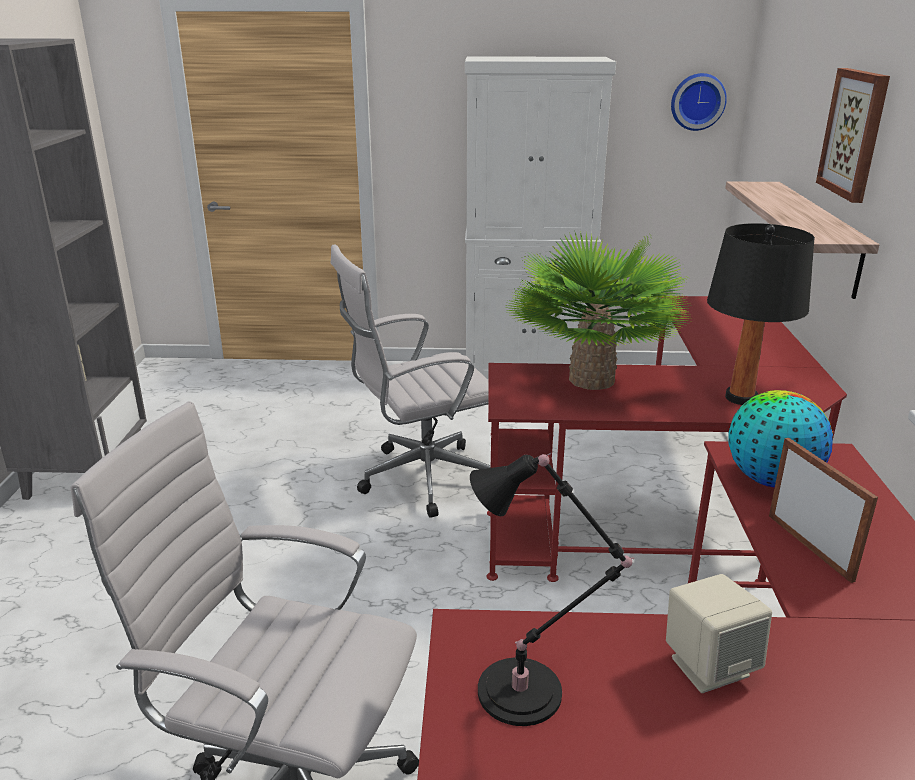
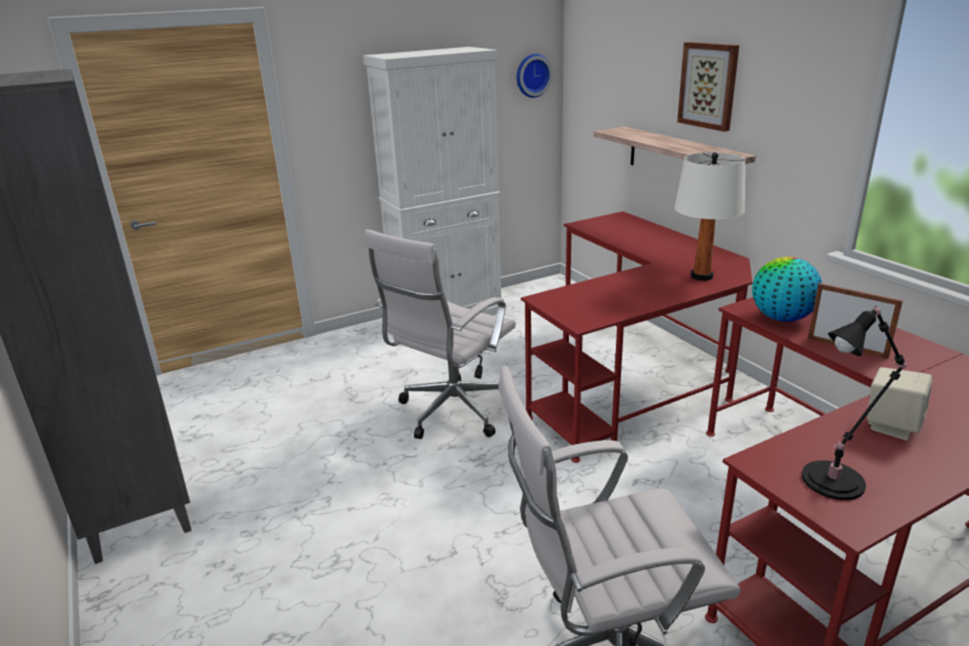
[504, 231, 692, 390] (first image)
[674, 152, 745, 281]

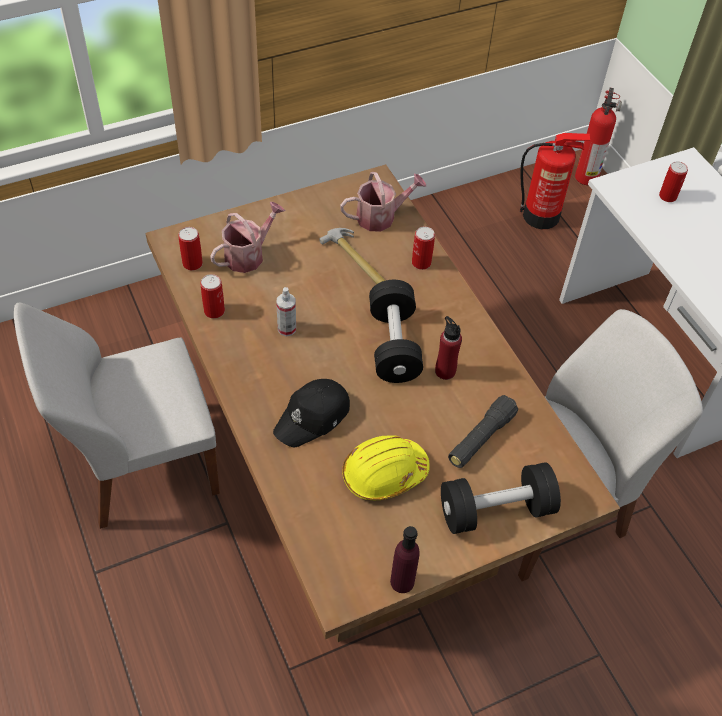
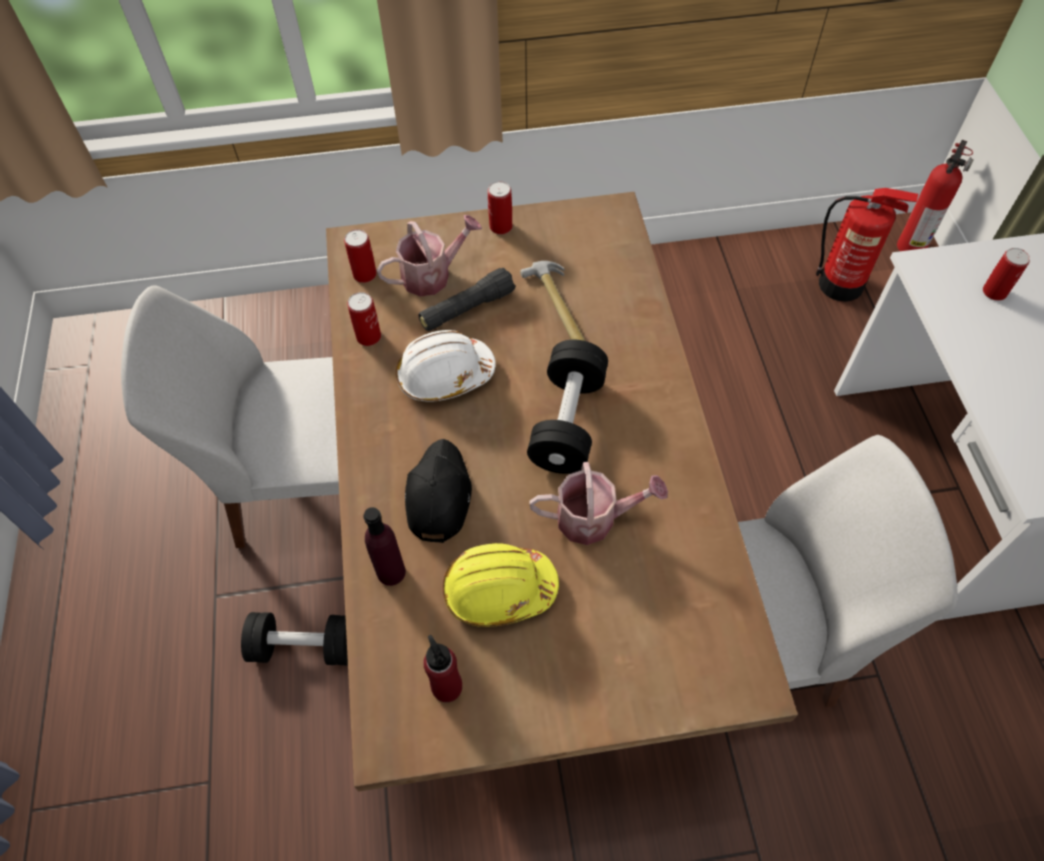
[529, 462, 668, 545]
[363, 507, 406, 586]
[488, 181, 512, 234]
[423, 635, 462, 702]
[241, 612, 348, 665]
[418, 268, 515, 331]
[396, 330, 496, 402]
[405, 439, 472, 543]

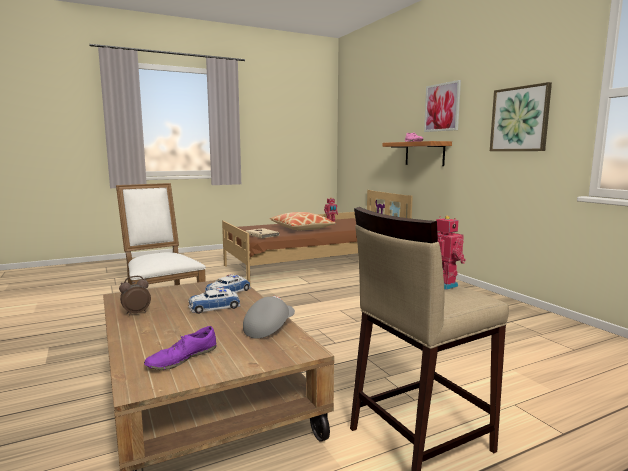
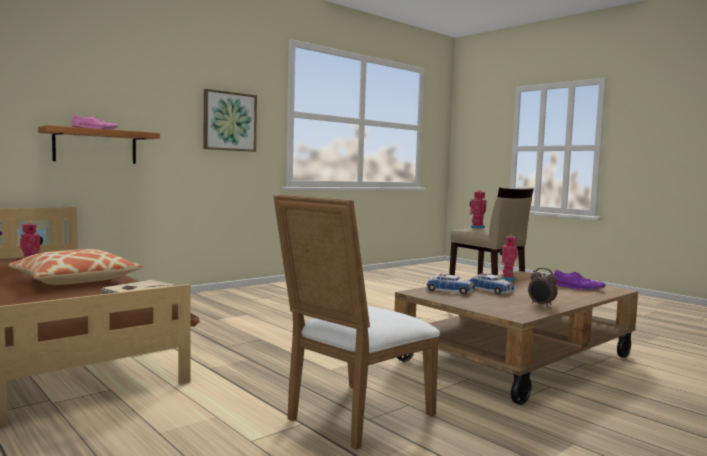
[424, 80, 461, 132] (first image)
[499, 234, 518, 281]

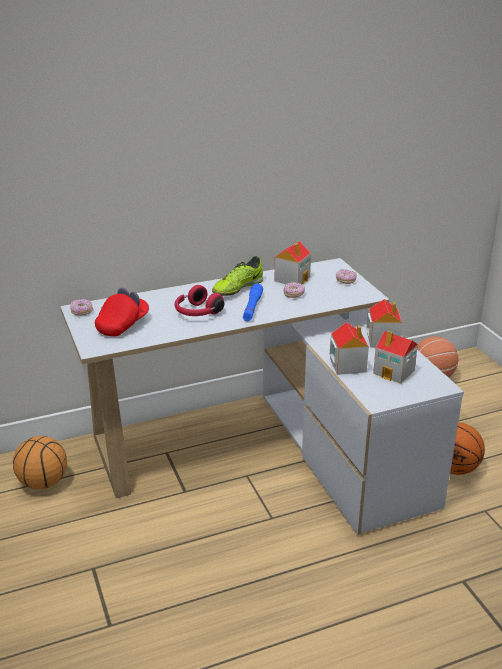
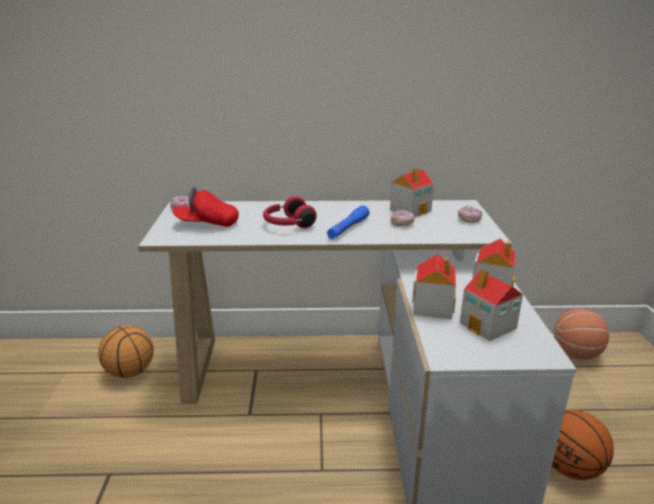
[212, 256, 263, 296] (first image)
[172, 186, 239, 227]

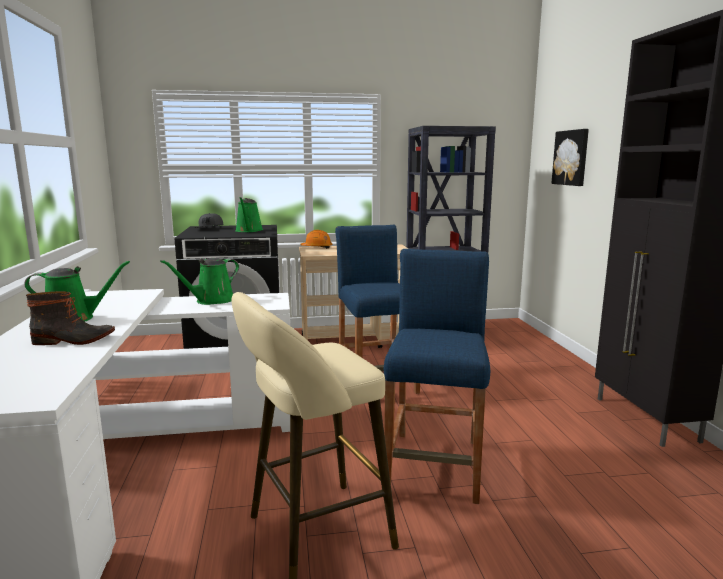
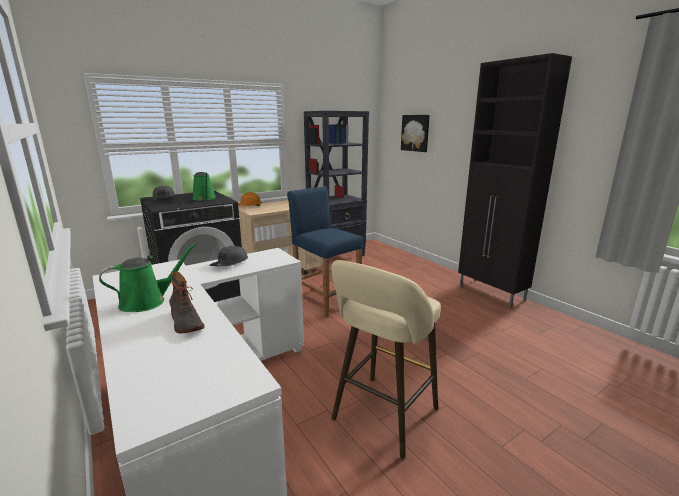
[384, 249, 490, 504] (first image)
[209, 246, 248, 266]
[169, 271, 205, 334]

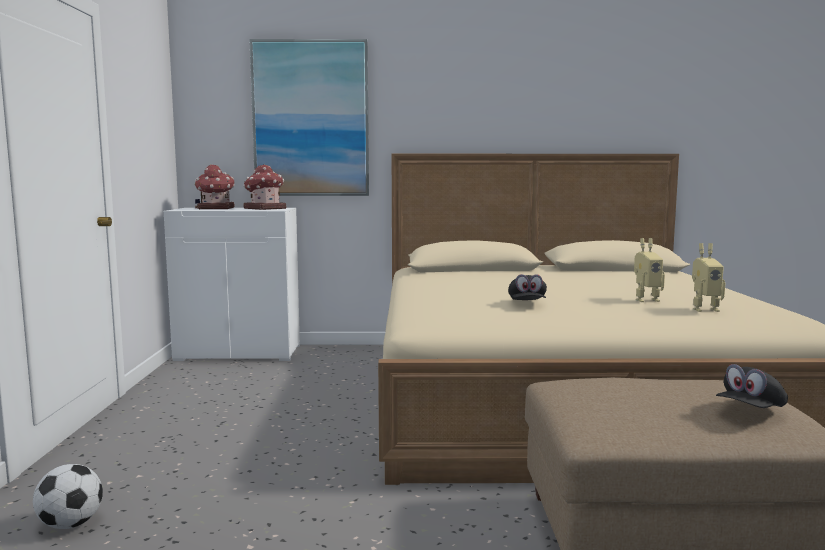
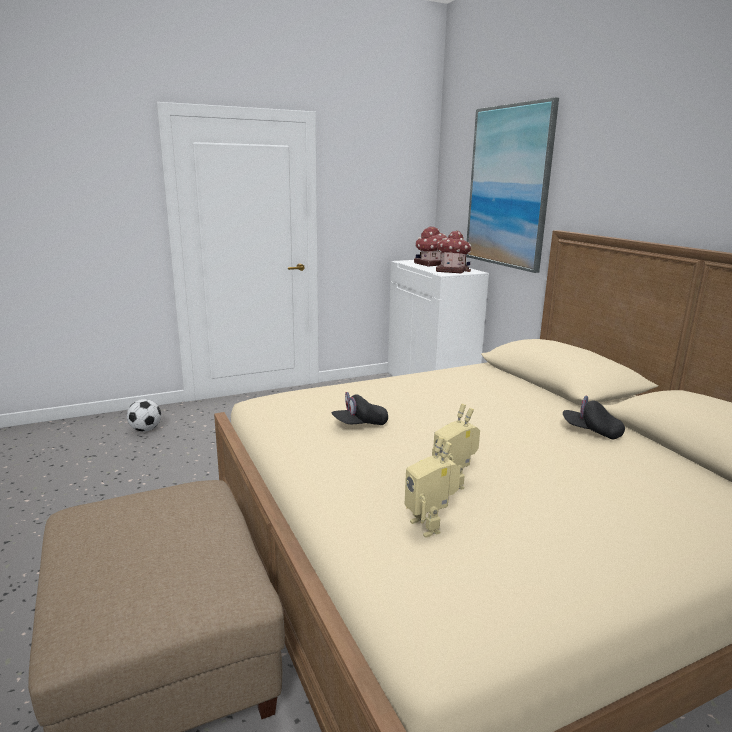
[563, 395, 625, 440]

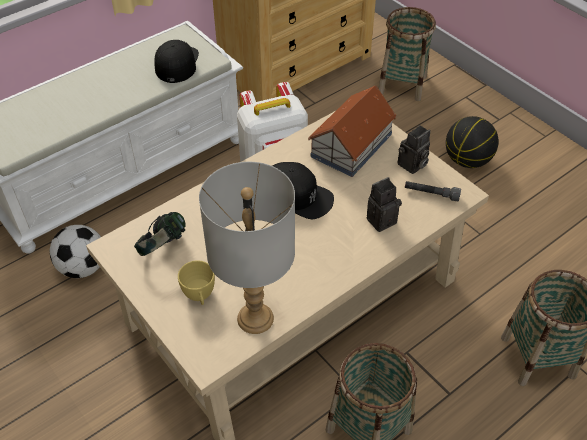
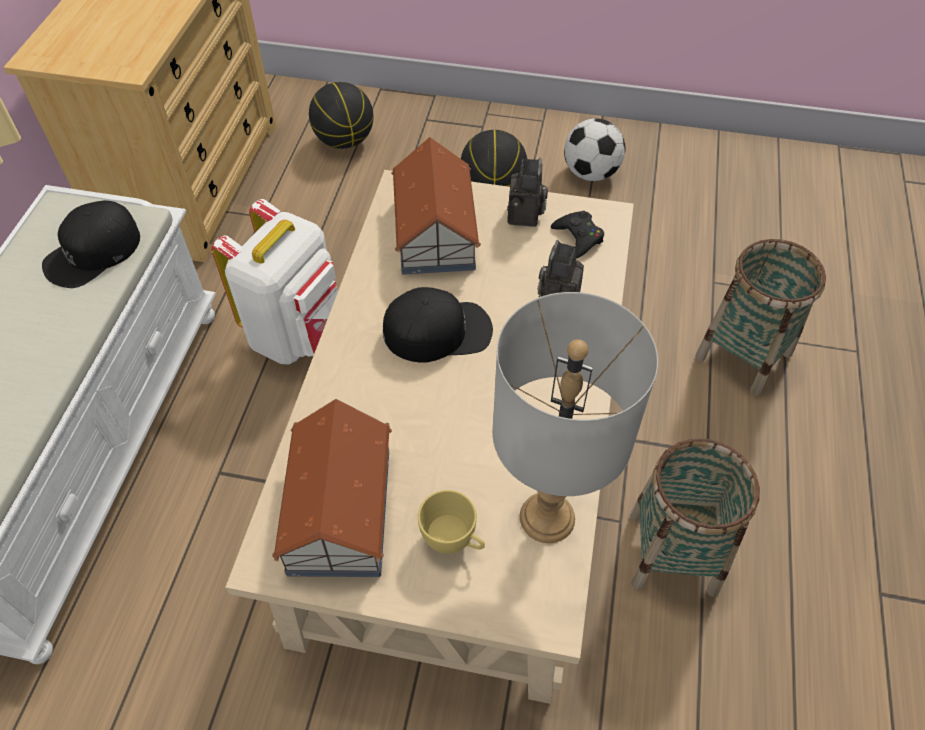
[564, 118, 625, 181]
[272, 399, 392, 577]
[309, 82, 373, 149]
[551, 211, 604, 259]
[42, 200, 140, 288]

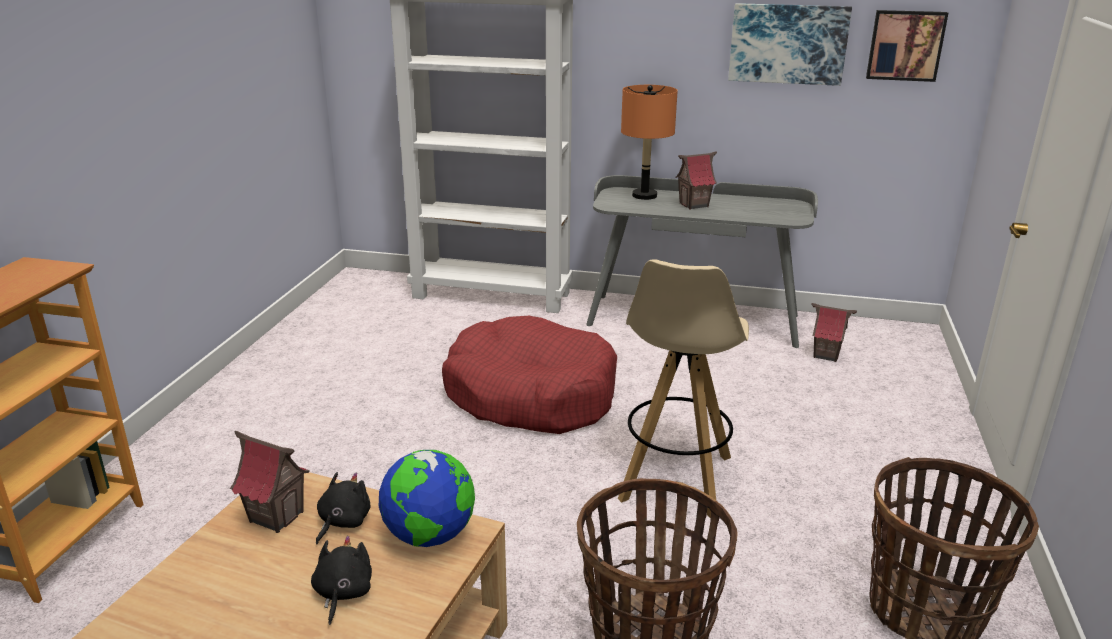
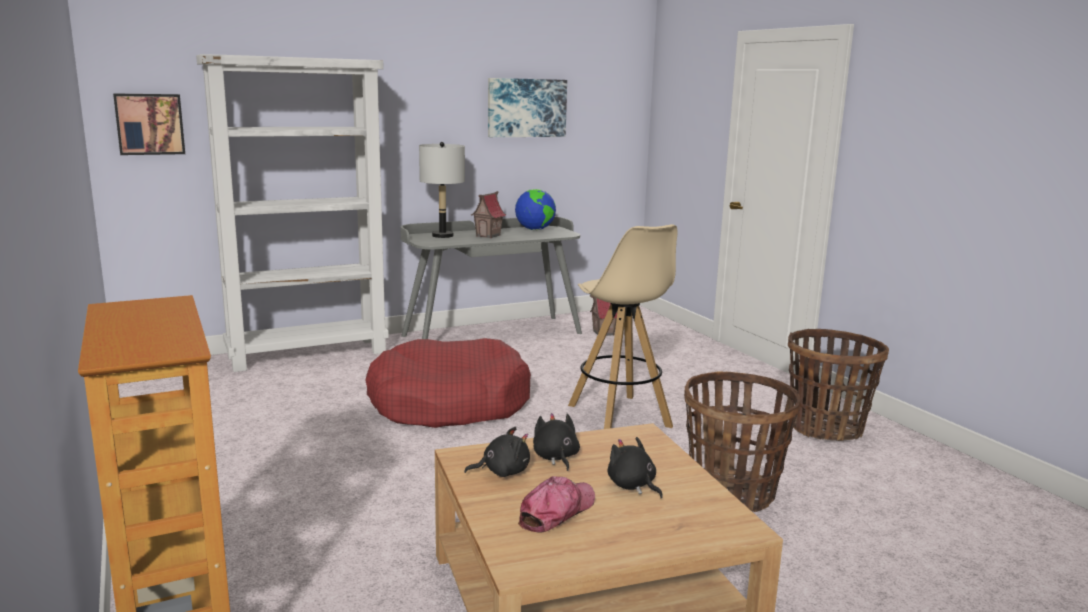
[518, 476, 595, 533]
[515, 189, 556, 230]
[113, 93, 185, 155]
[464, 427, 530, 477]
[419, 142, 465, 238]

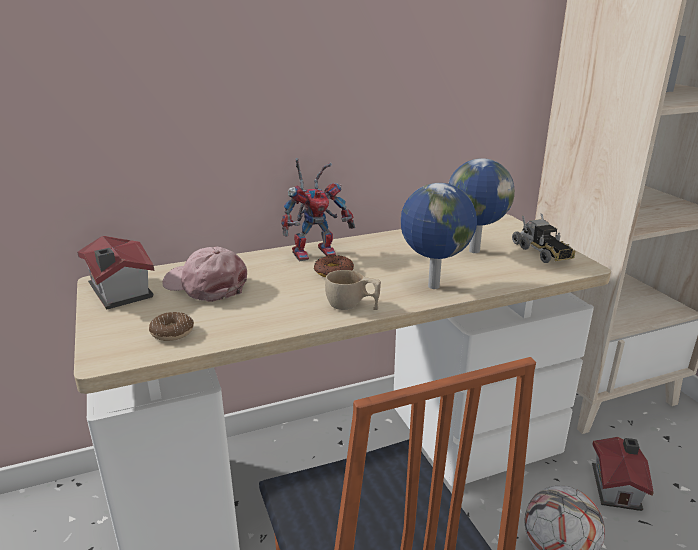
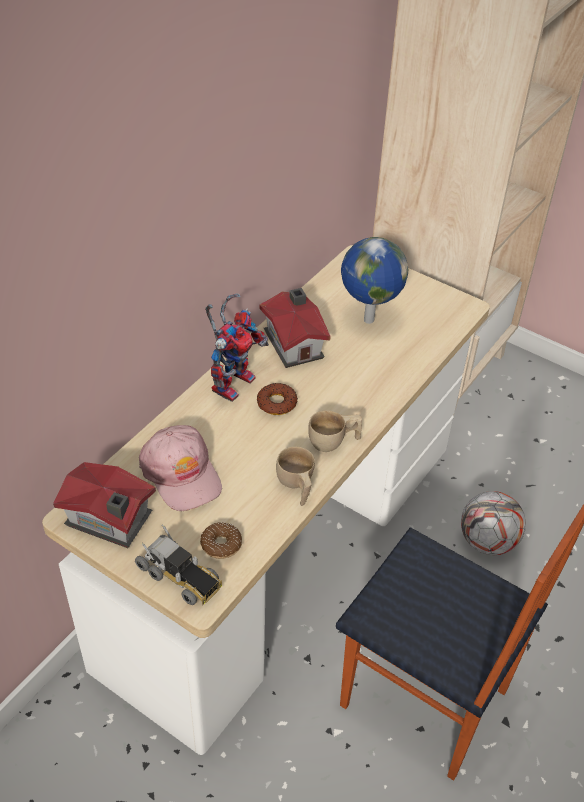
[401, 183, 477, 289] (first image)
[276, 446, 315, 506]
[135, 524, 222, 605]
[260, 288, 331, 368]
[139, 425, 222, 511]

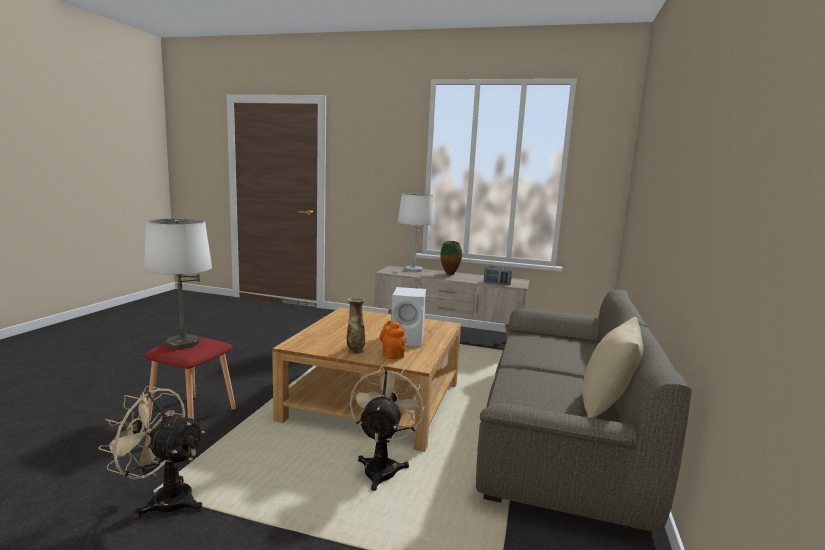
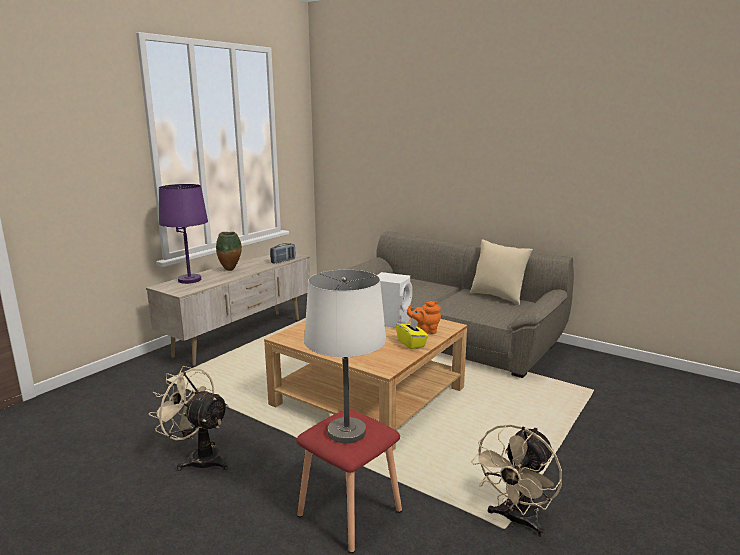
[149, 366, 229, 471]
[396, 317, 428, 349]
[159, 184, 208, 284]

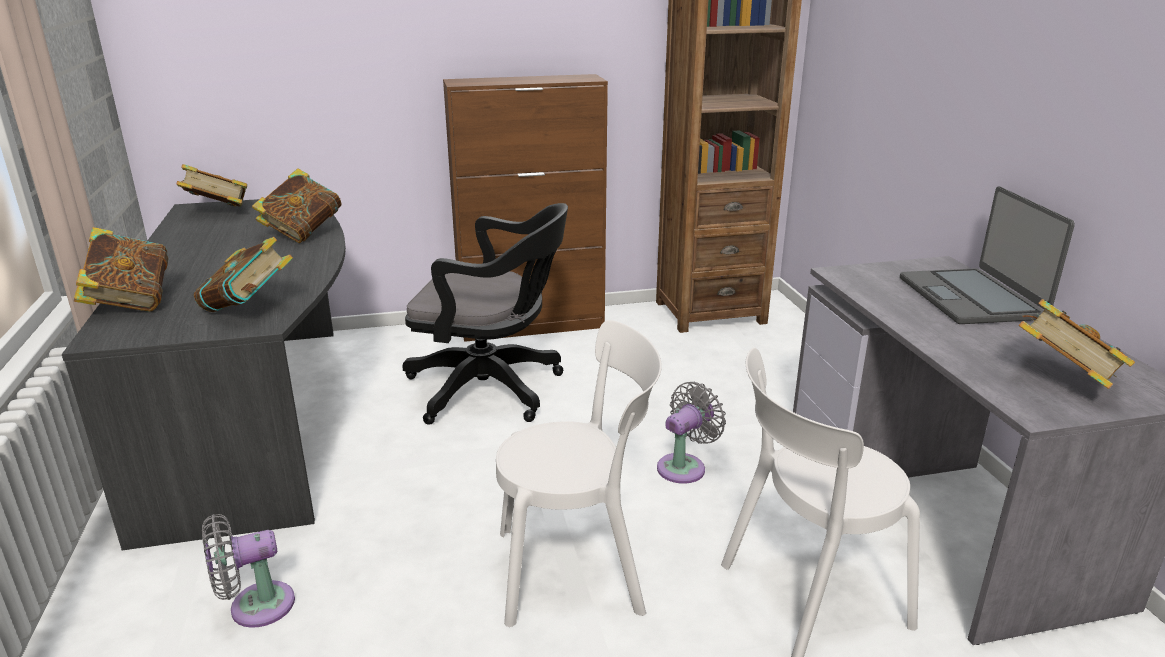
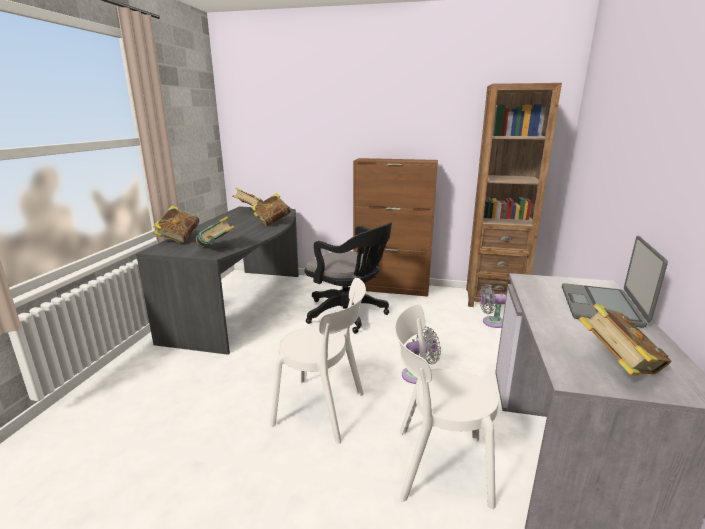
[480, 284, 506, 328]

